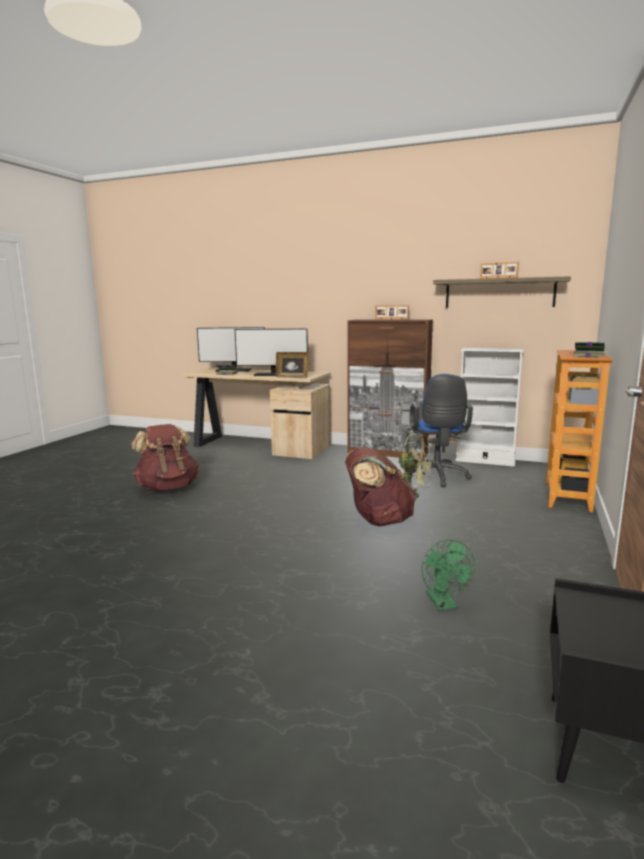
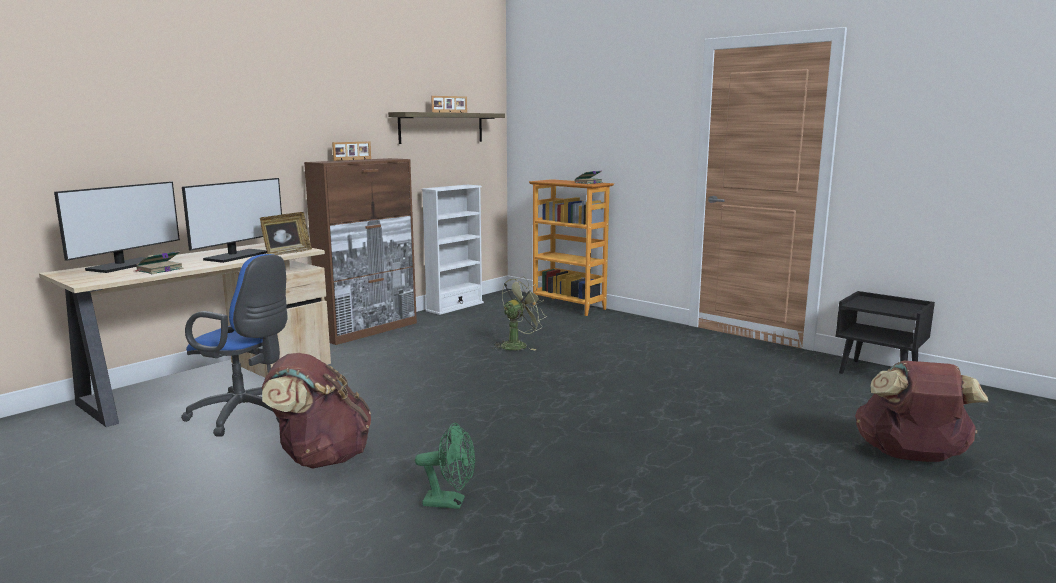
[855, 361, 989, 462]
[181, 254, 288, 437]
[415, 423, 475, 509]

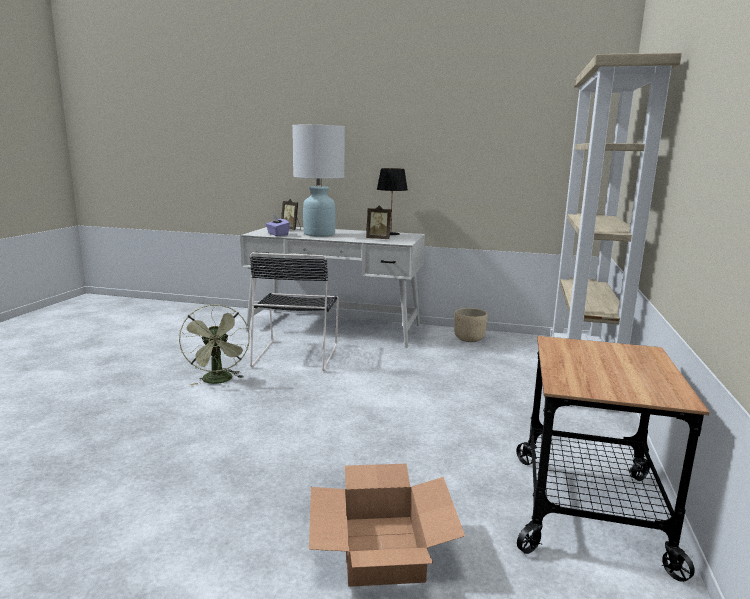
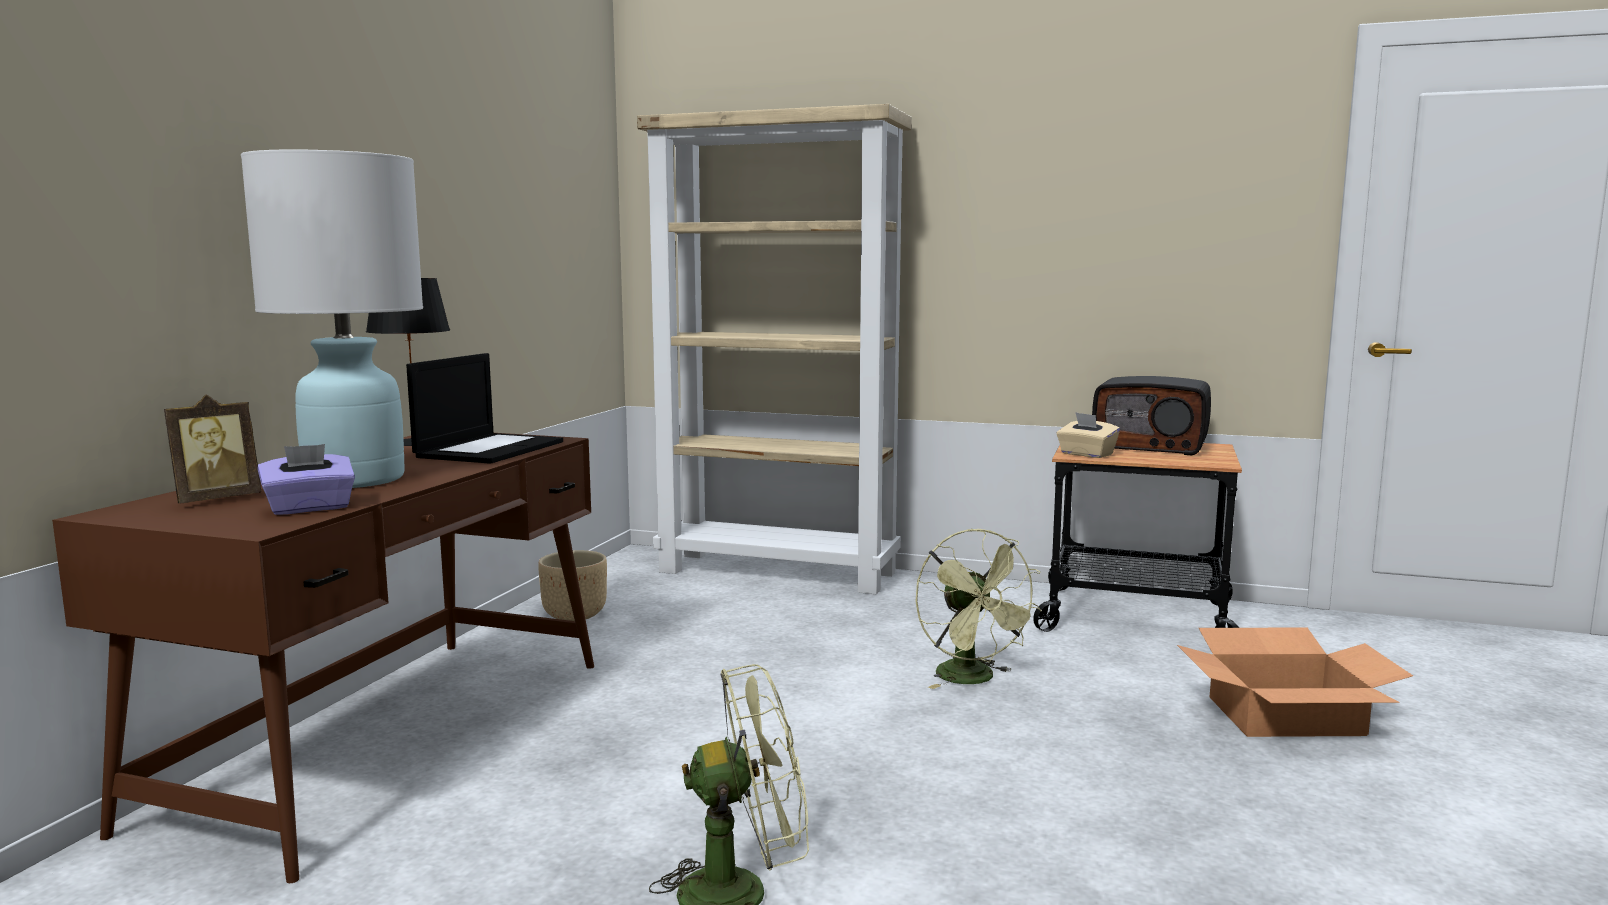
[250, 252, 339, 371] (first image)
[915, 528, 1042, 689]
[1057, 413, 1120, 458]
[1092, 376, 1211, 455]
[406, 353, 563, 464]
[52, 433, 594, 883]

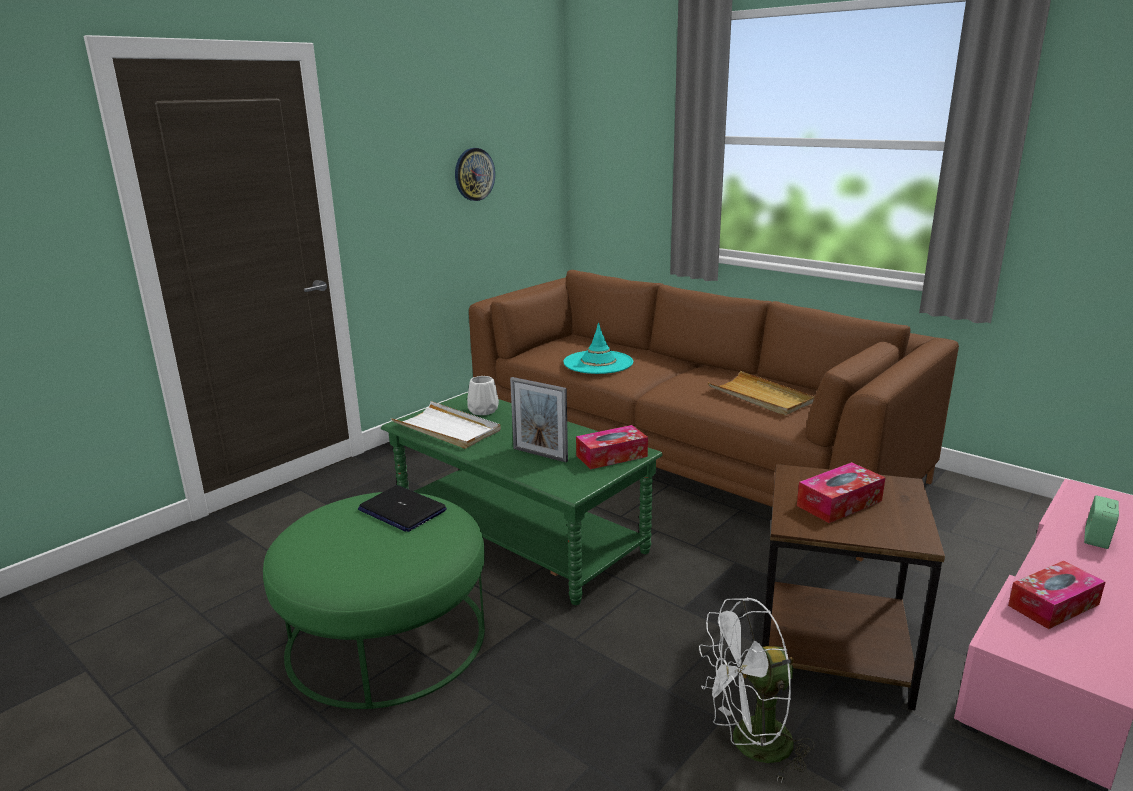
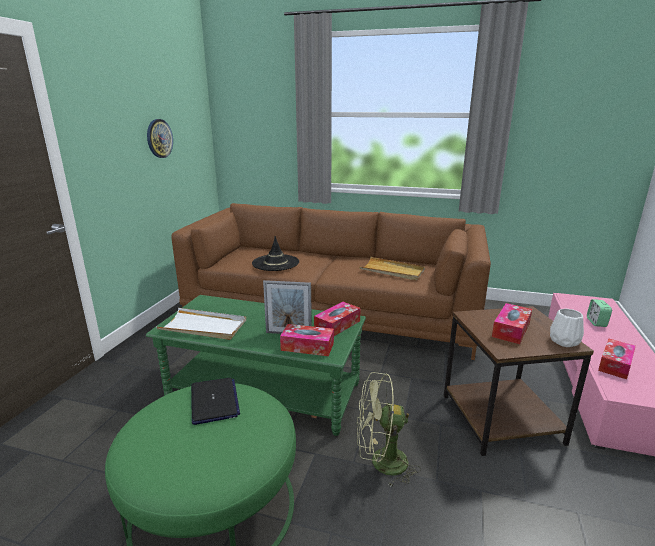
[699, 597, 815, 783] (first image)
[280, 324, 334, 356]
[357, 372, 421, 487]
[550, 309, 584, 347]
[252, 236, 299, 271]
[191, 378, 240, 425]

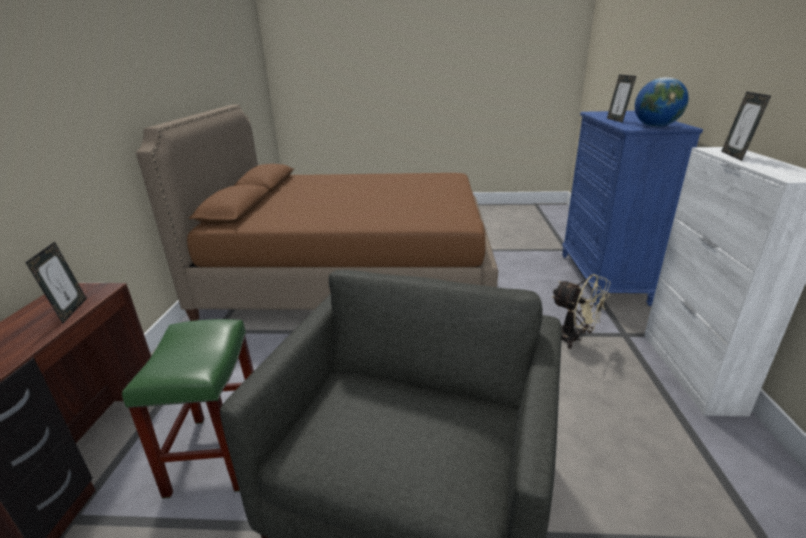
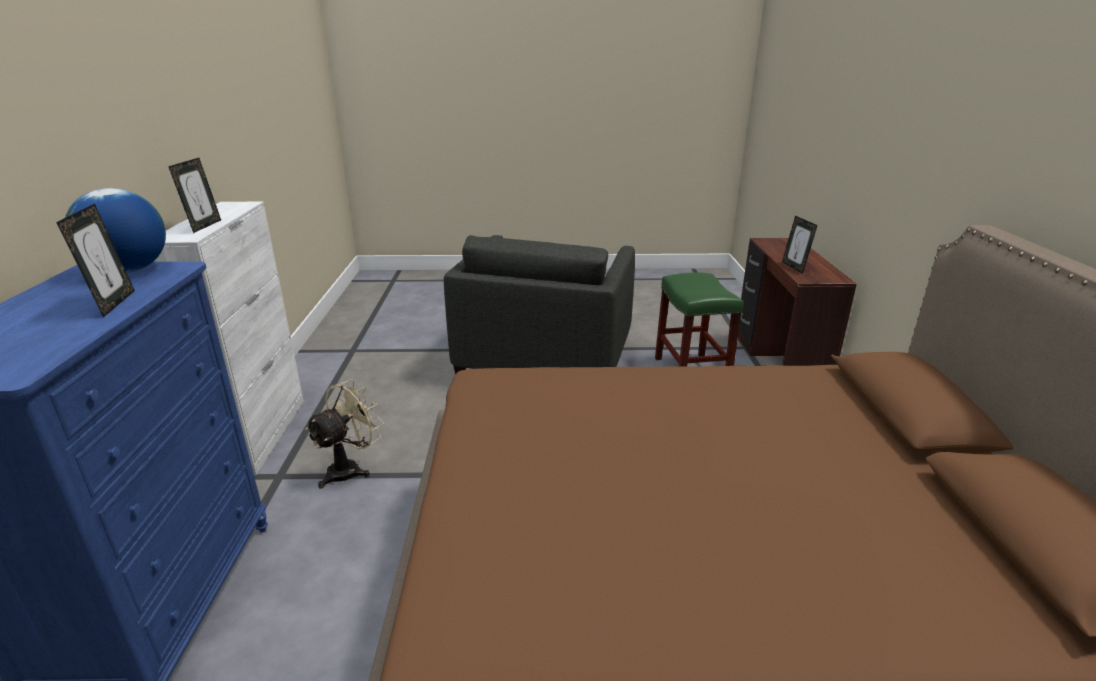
[305, 379, 384, 489]

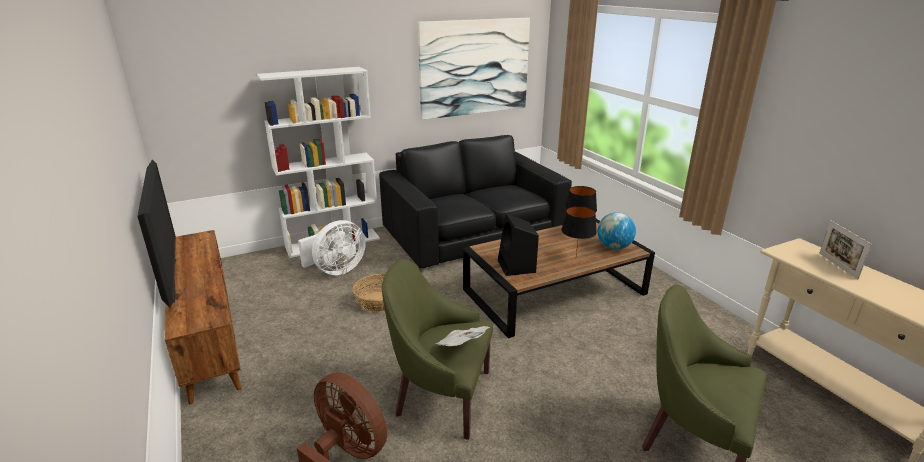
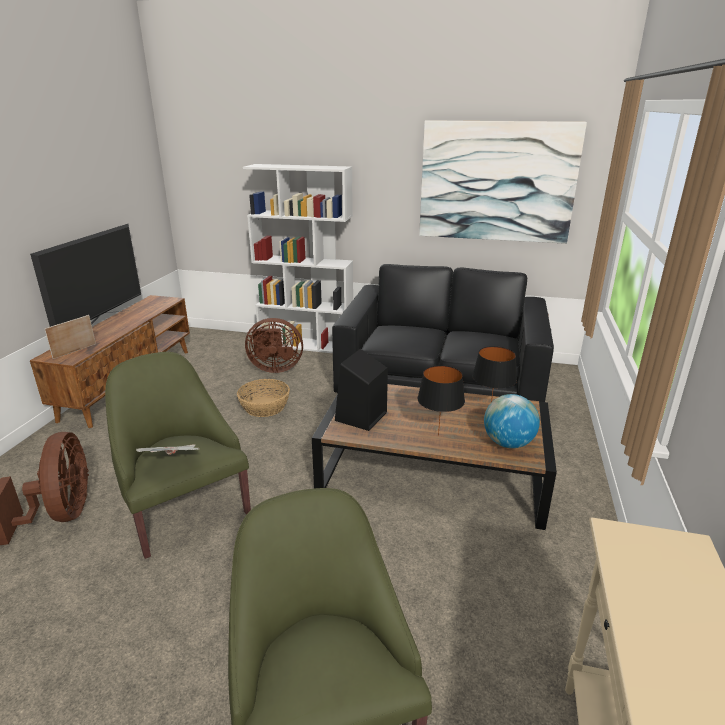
[45, 315, 96, 359]
[245, 318, 303, 373]

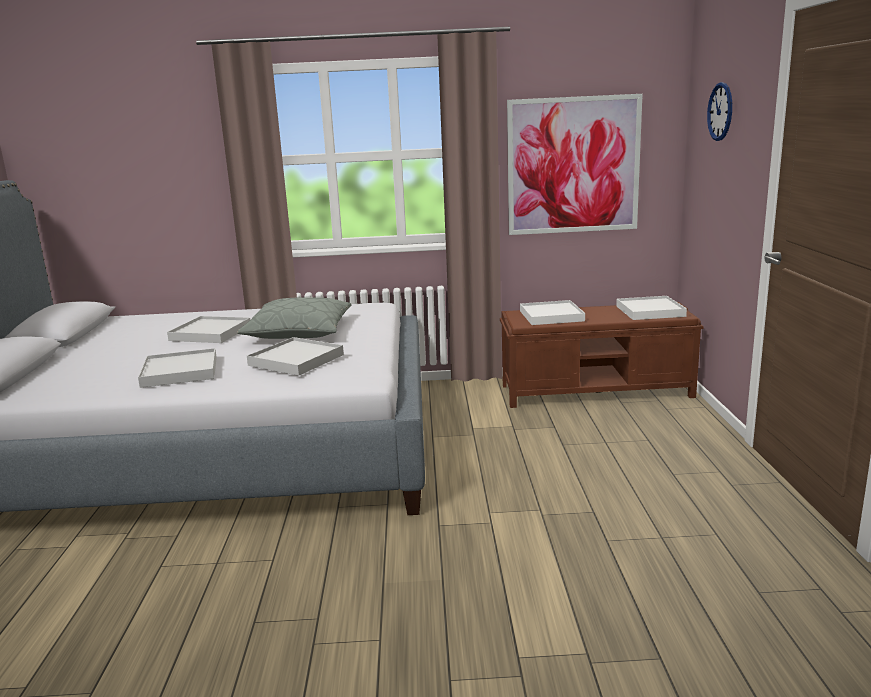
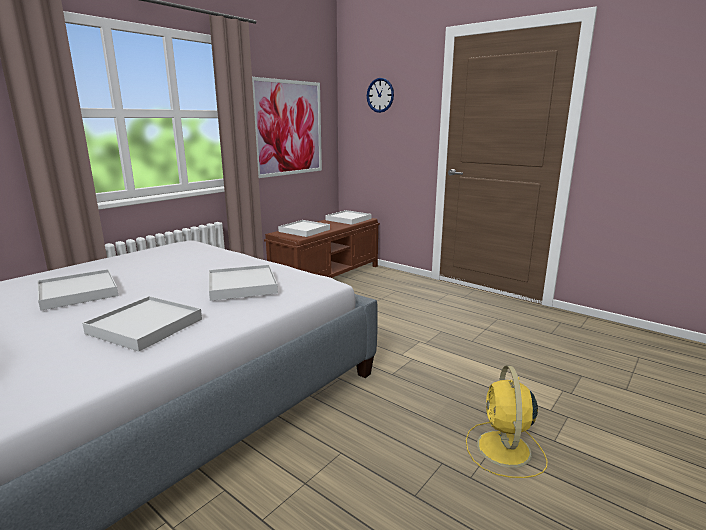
[237, 297, 352, 339] (first image)
[466, 365, 547, 478]

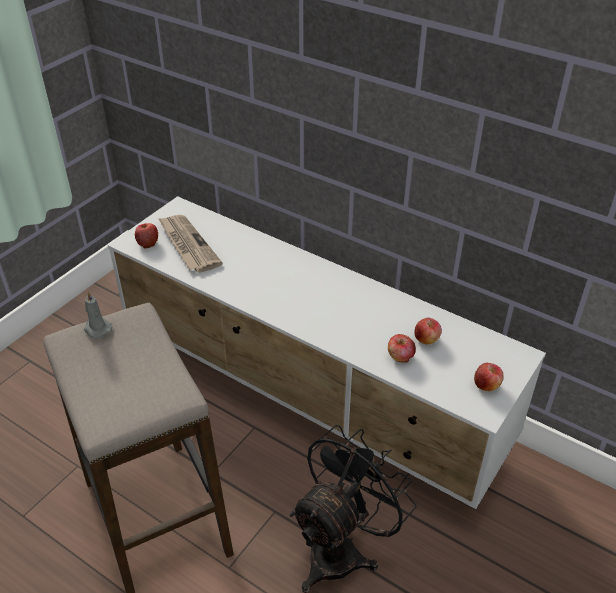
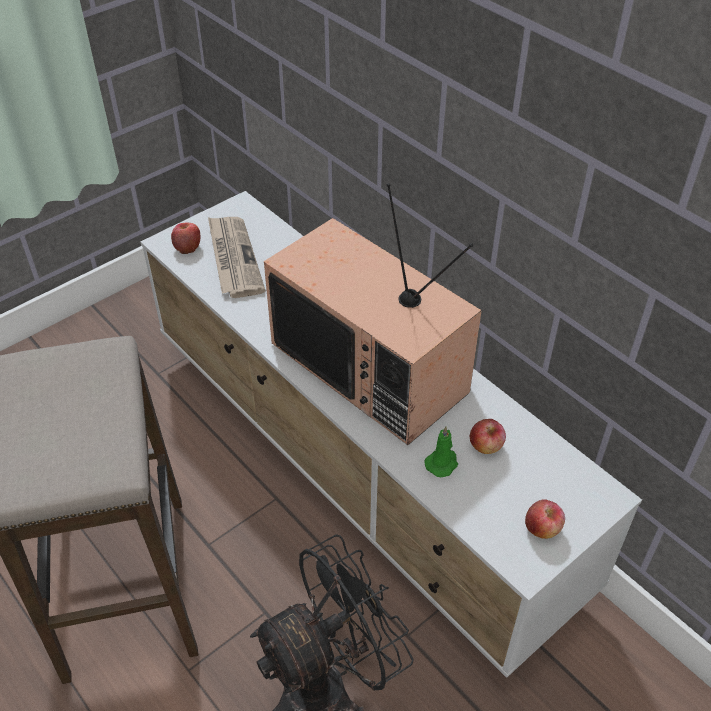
[84, 291, 112, 338] (first image)
[264, 183, 482, 445]
[424, 426, 458, 477]

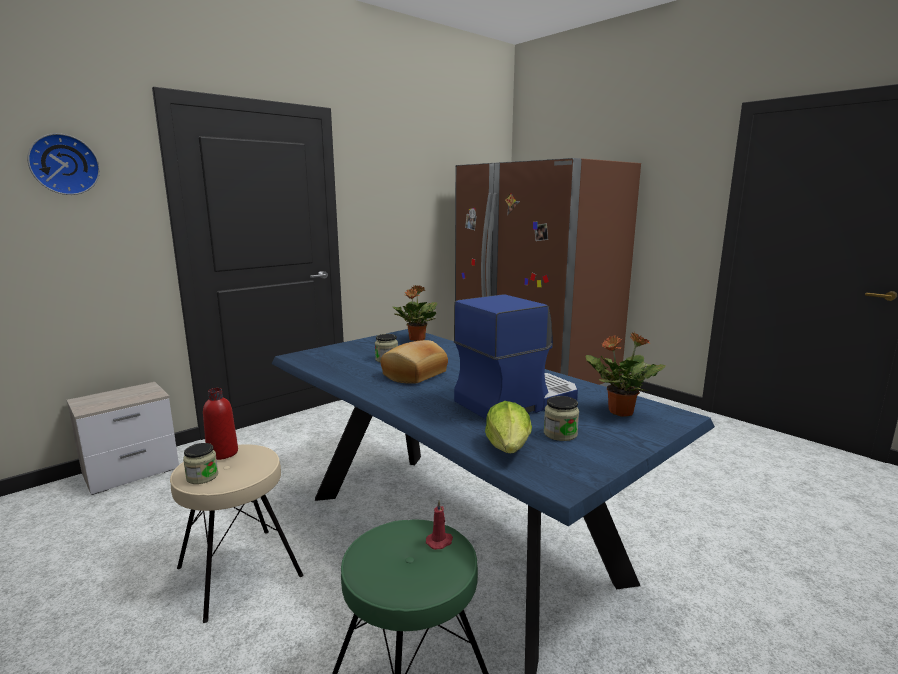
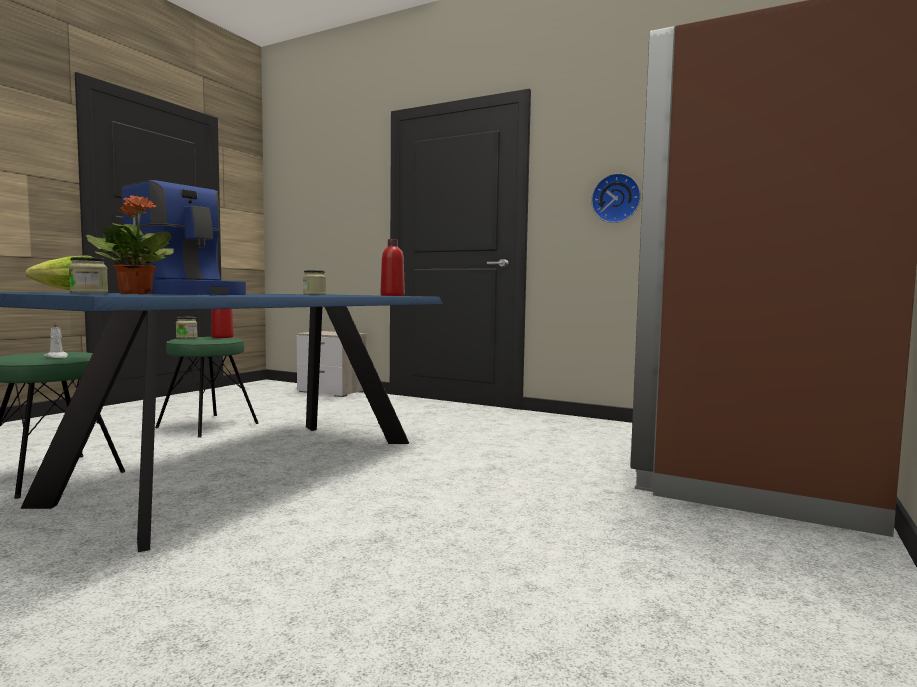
[380, 340, 448, 384] (first image)
[591, 173, 641, 223]
[381, 239, 405, 296]
[155, 337, 259, 438]
[44, 321, 68, 358]

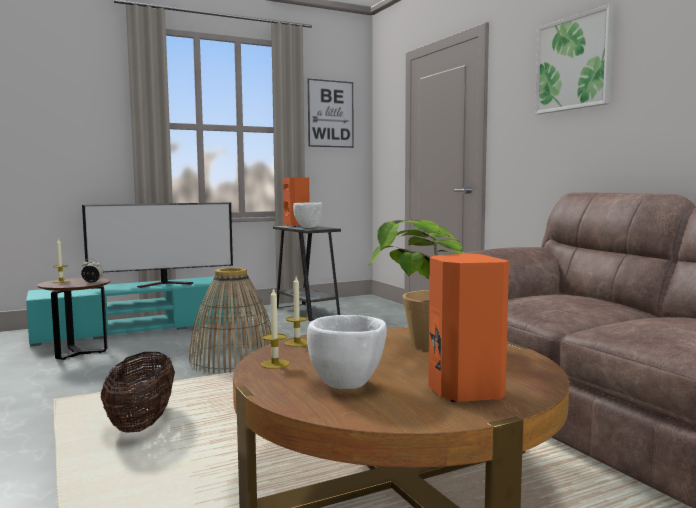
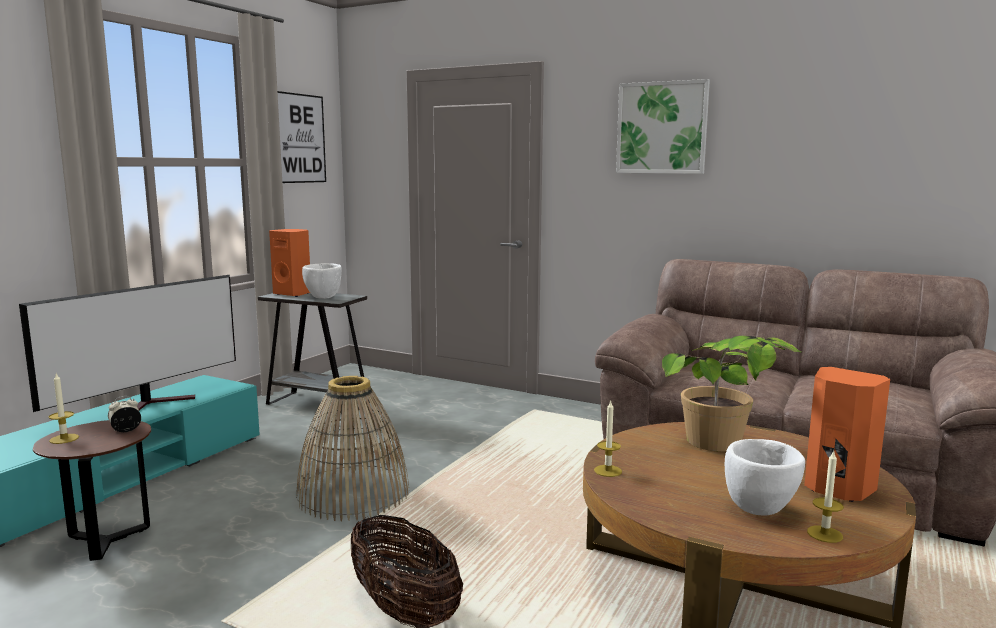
[807, 450, 844, 543]

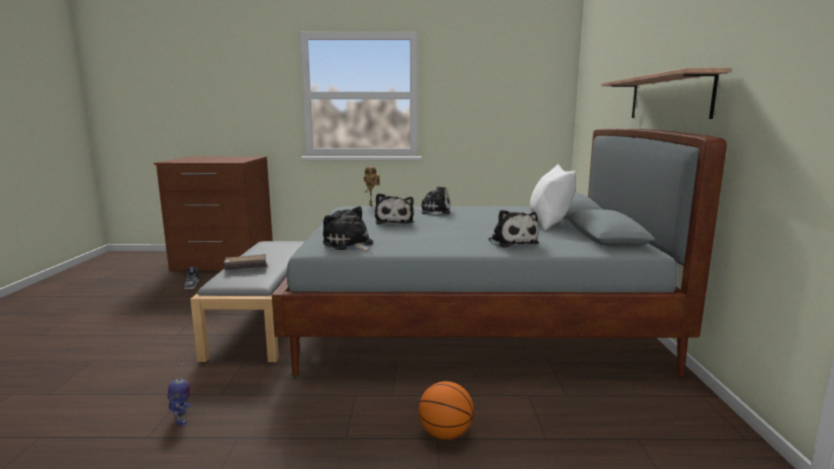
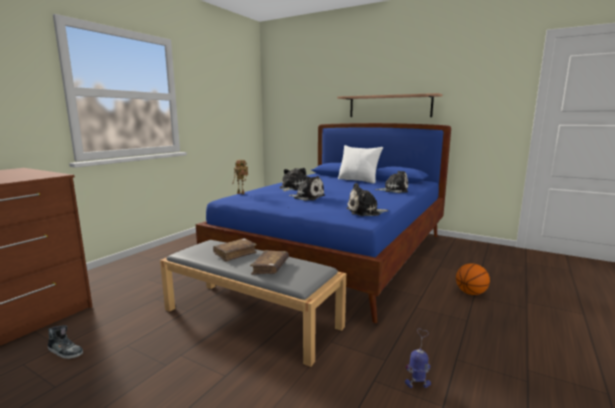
[213, 238, 257, 262]
[196, 123, 451, 323]

